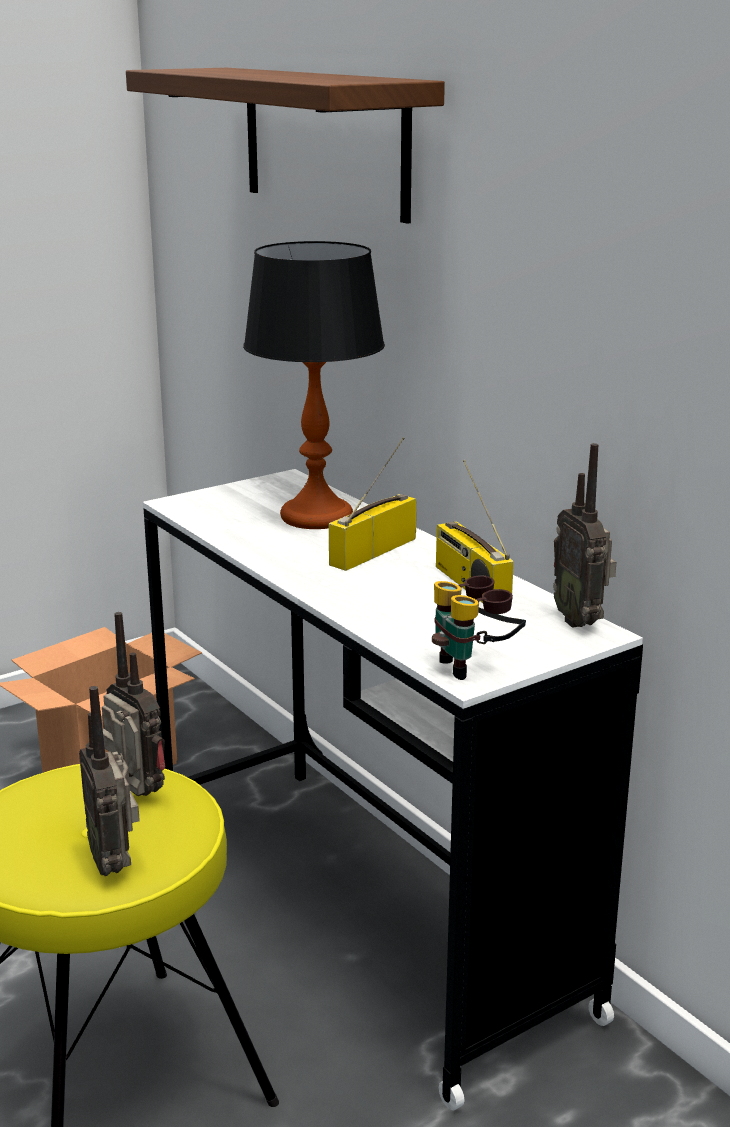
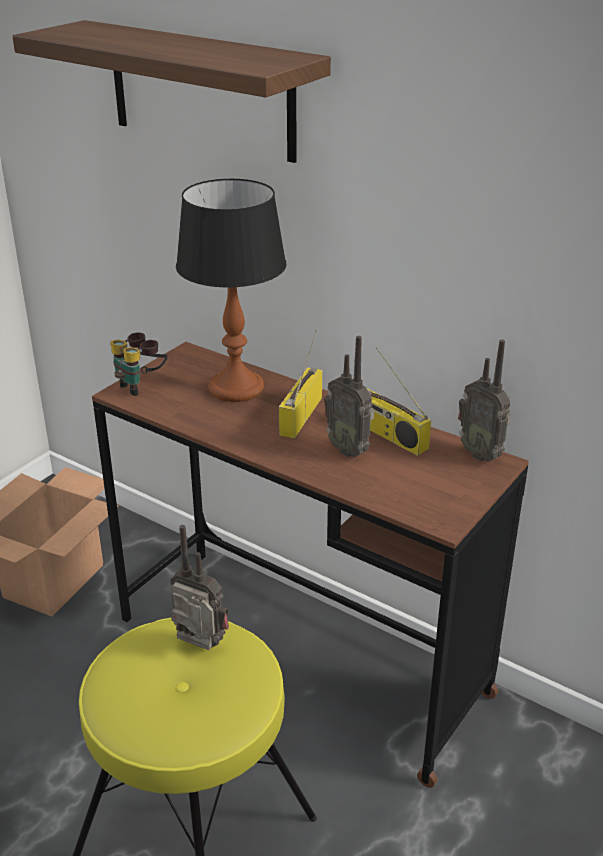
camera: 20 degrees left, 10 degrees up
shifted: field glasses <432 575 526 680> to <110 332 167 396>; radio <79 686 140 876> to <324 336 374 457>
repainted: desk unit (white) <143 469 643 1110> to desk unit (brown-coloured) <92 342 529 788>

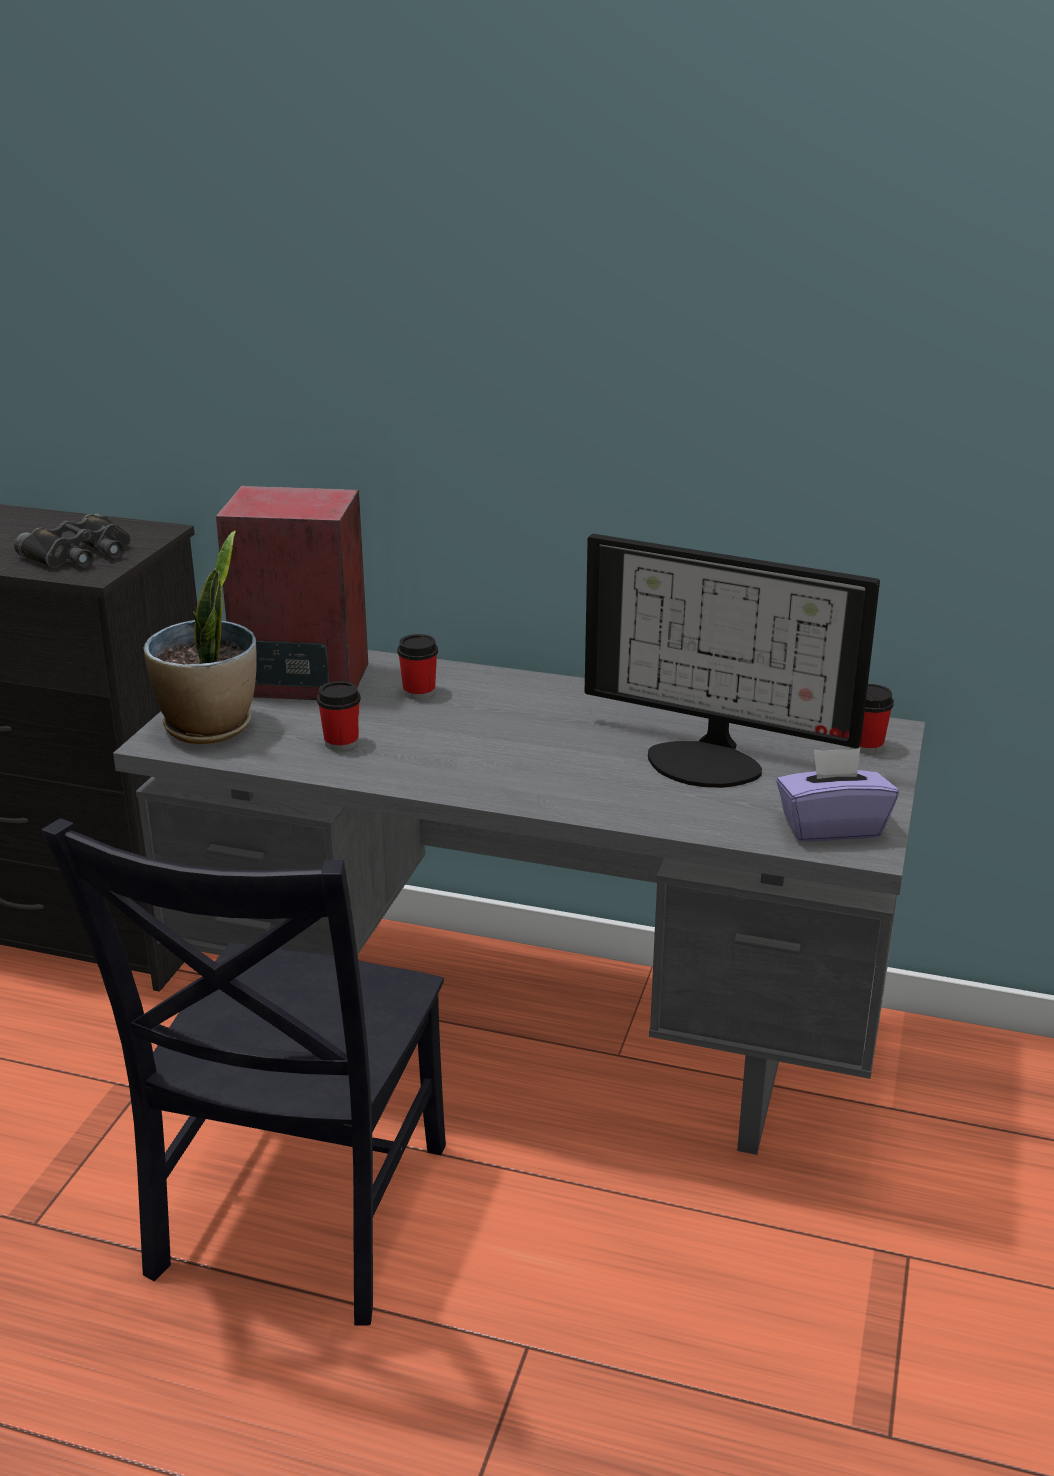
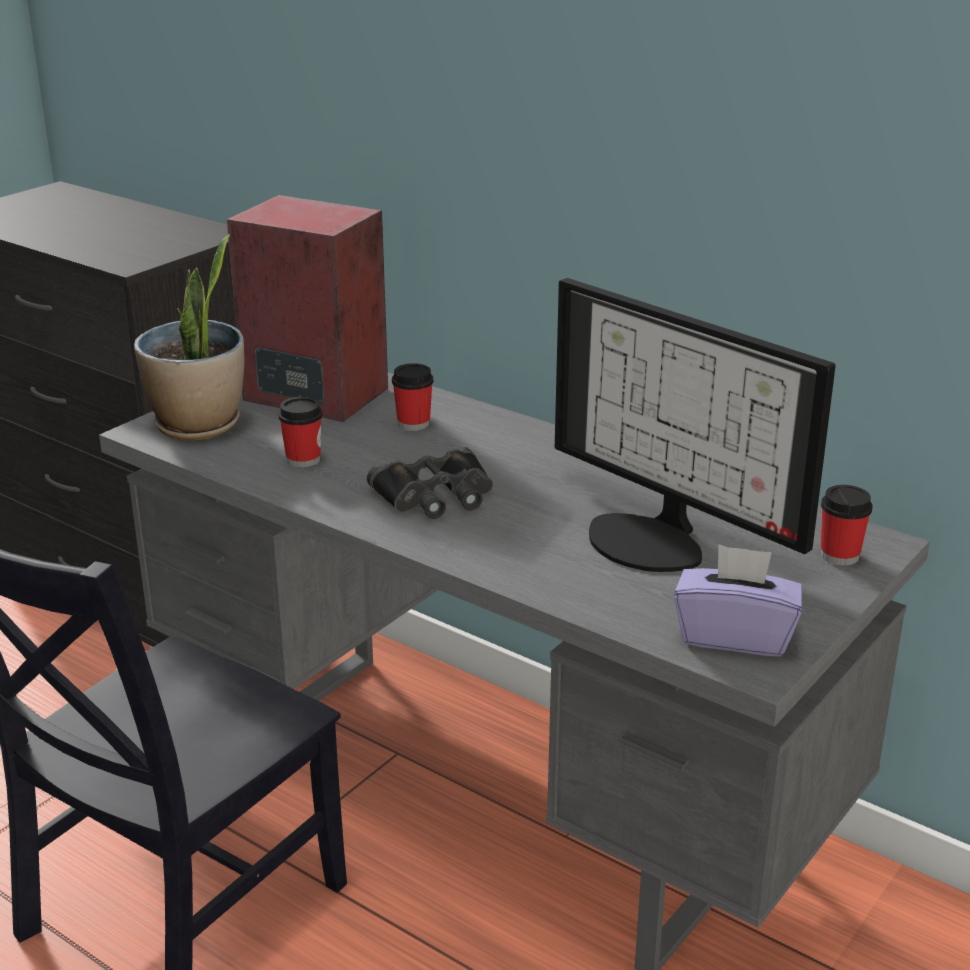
camera: 20 degrees right, 0 degrees up
shifted: field glasses (black-coloured) <14 513 131 569> to <367 447 493 519>

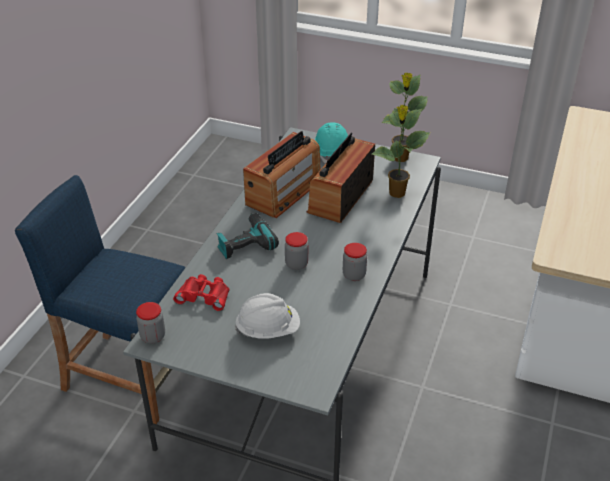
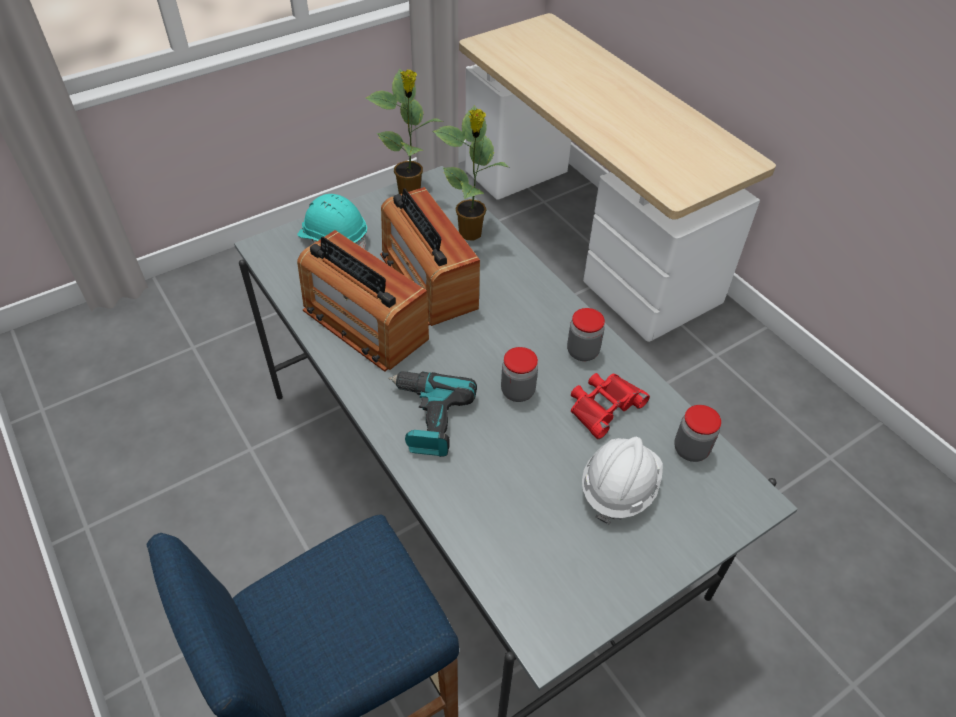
camera: 55 degrees left, 10 degrees up
shifted: field glasses (reddish) <173 274 230 311> to <571 373 650 439>; preserve jar <136 302 165 343> to <674 405 721 462>
rotated: radio <243 131 321 218> = <297 230 429 372> 150 degrees clockwise

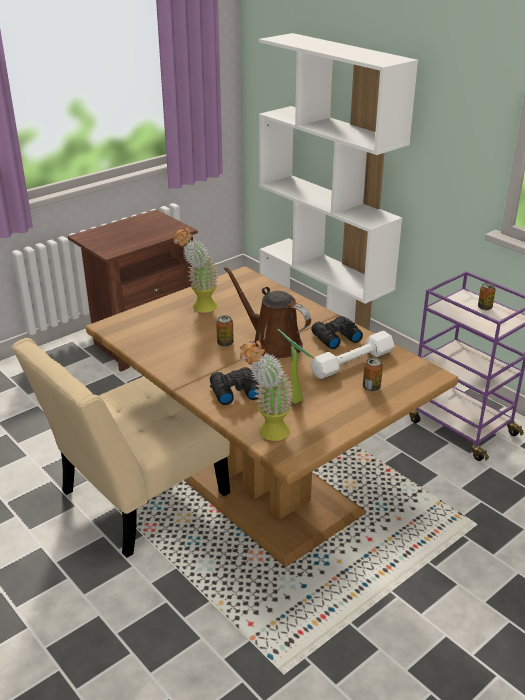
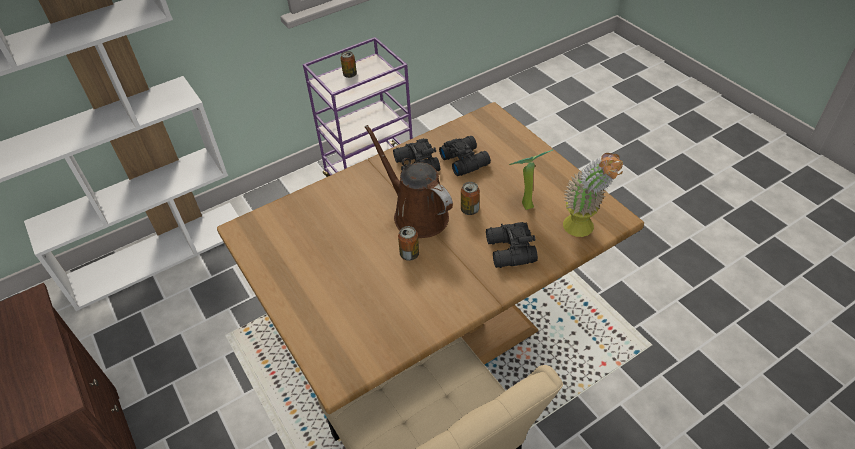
camera: 80 degrees left, 15 degrees up
gone: potted plant <174 228 219 313>
shifted: can <363 357 383 391> to <461 182 480 215>
swapped: free weight (white) <310 331 394 379> to field glasses (black-coloured) <439 136 491 176>
rotated: sprinkling can (brown-coloured) <224 266 311 358> = <365 125 453 238> 90 degrees clockwise

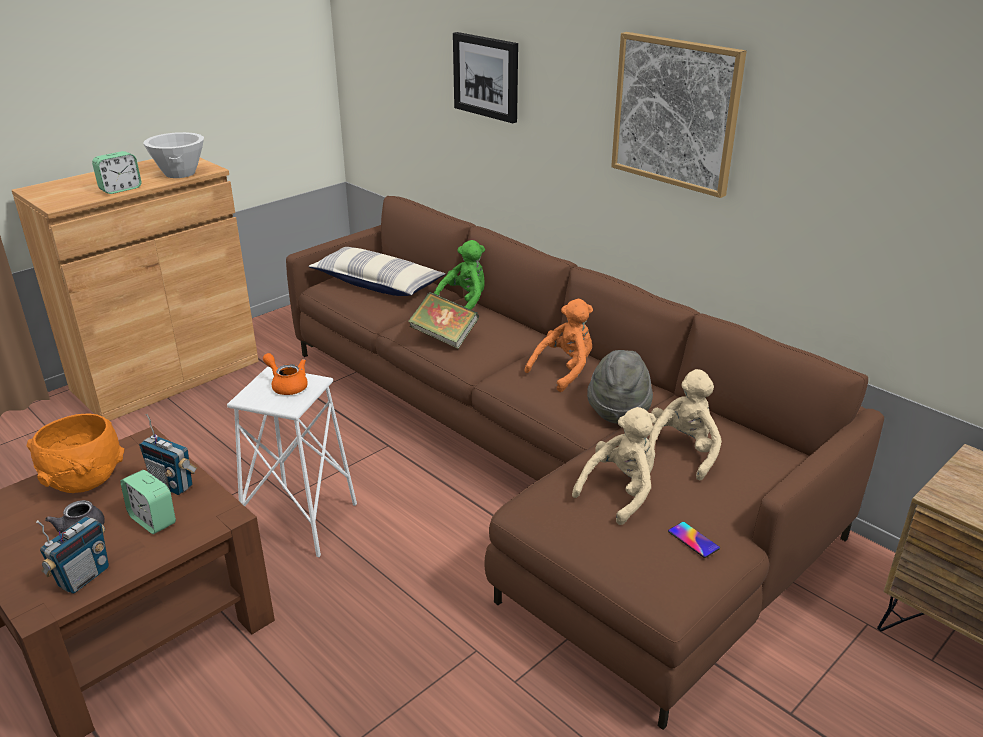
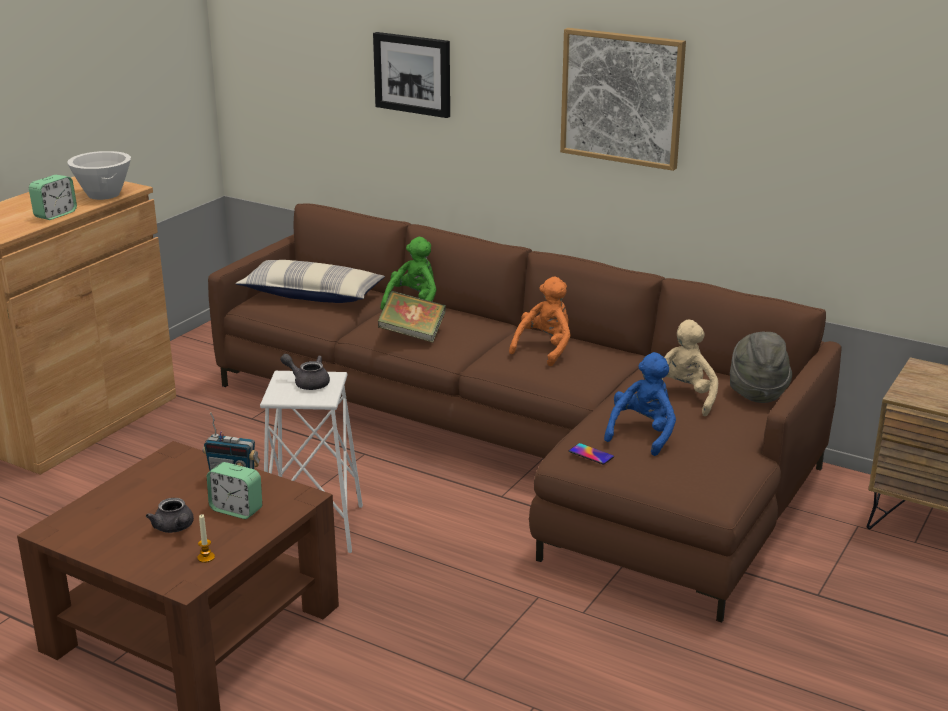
camera: 15 degrees left, 5 degrees down
gone: bowl (orange) <27 413 125 493>
shifted: telephone <668 522 720 558> to <569 443 614 465>; hat (grey) <587 350 653 424> to <730 332 792 403>
swapped: radio <36 516 109 594> to candle <197 514 215 563>
repainted: tea pot (orange) <263 353 308 395> to tea pot (grey) <280 354 330 390>; soft toy (sand-coloured) <572 407 656 525> to soft toy (bluish) <604 352 676 456>

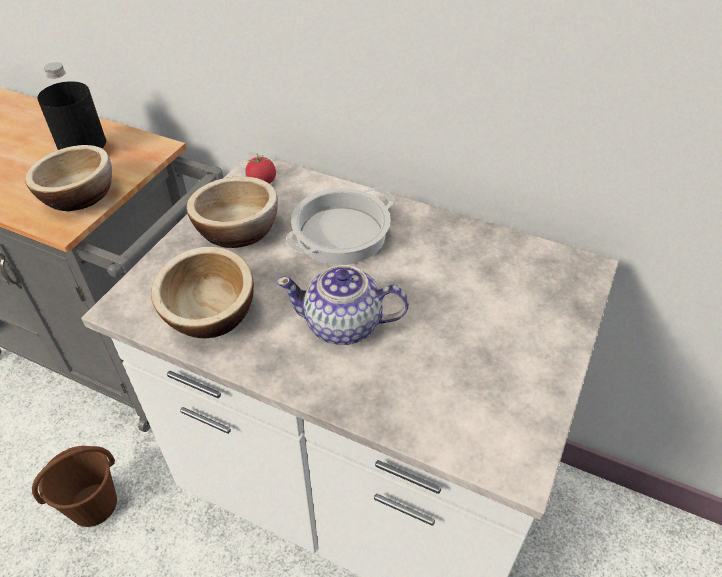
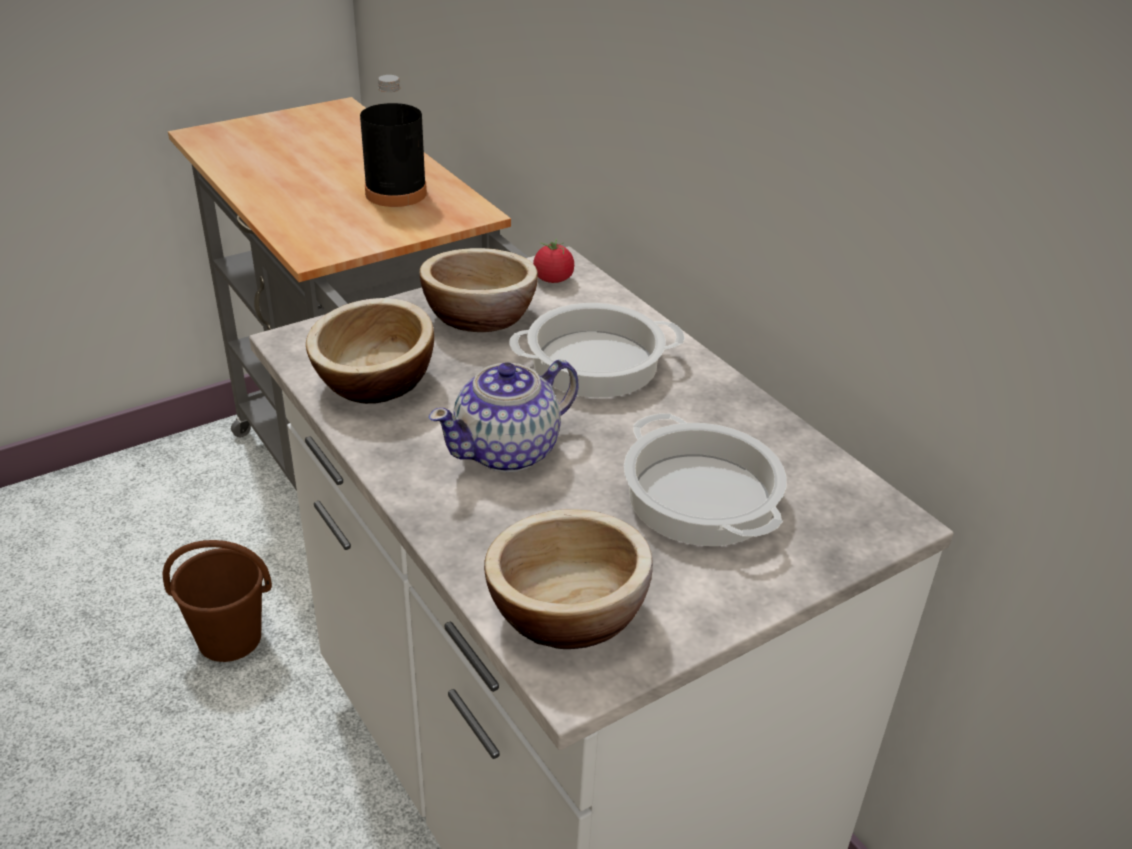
camera: 30 degrees right, 10 degrees down
new: cooking pot <624 413 787 546>
shifted: bowl <25 145 112 211> to <484 509 653 649>
rotated: tea pot <276 265 409 345> = <429 360 579 473> 75 degrees counterclockwise

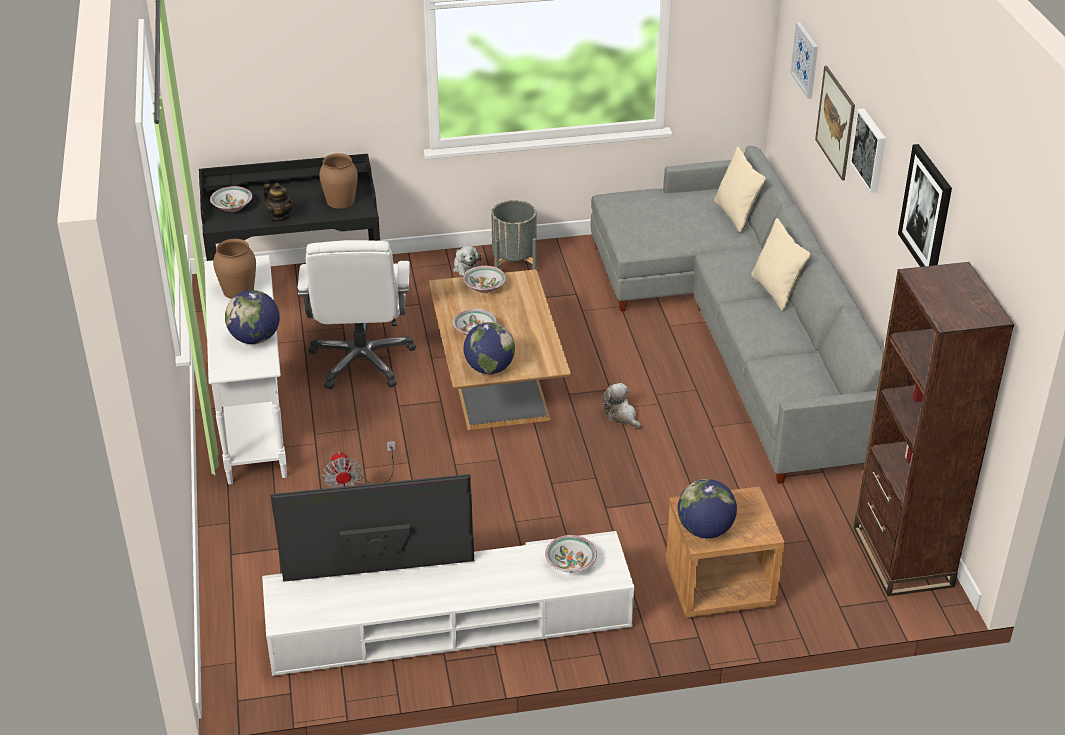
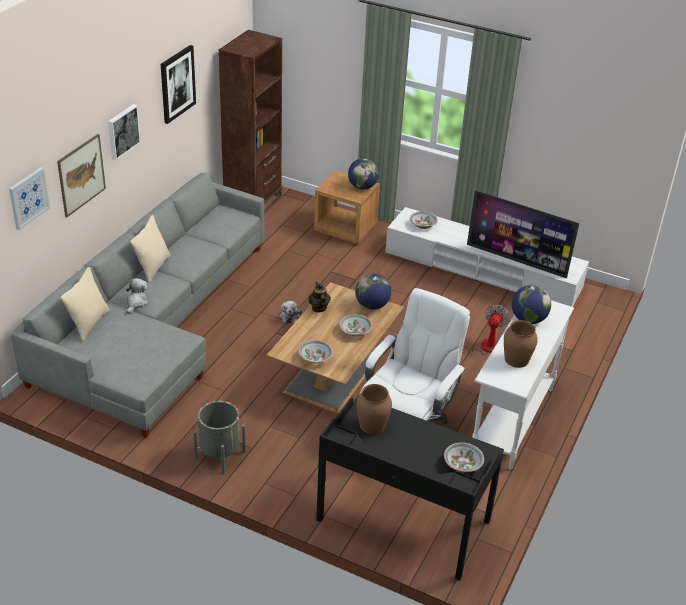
camera: 145 degrees left, 0 degrees up
shifted: soft toy <453 246 482 276> to <126 278 148 314>; tea pot <263 183 293 221> to <308 282 331 313>

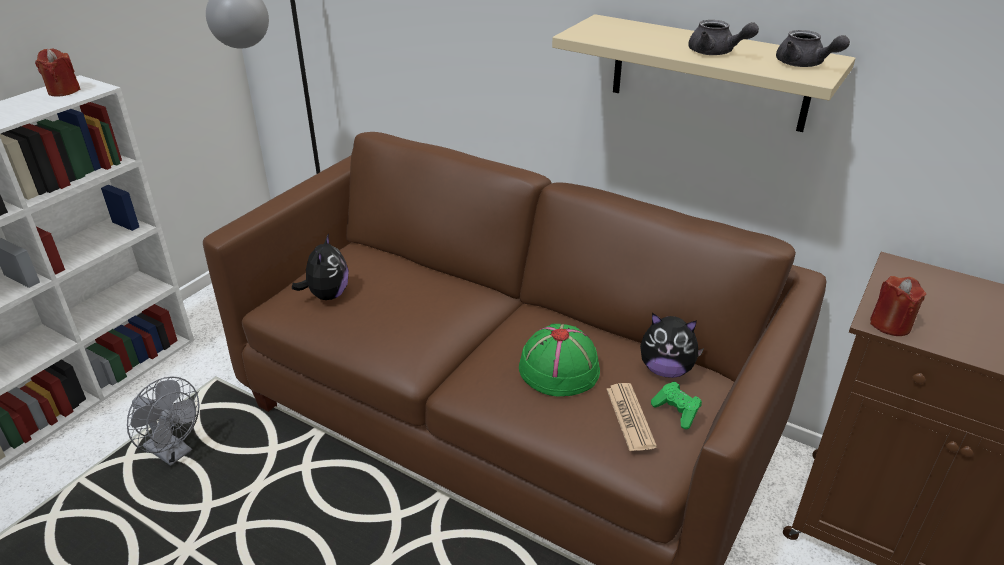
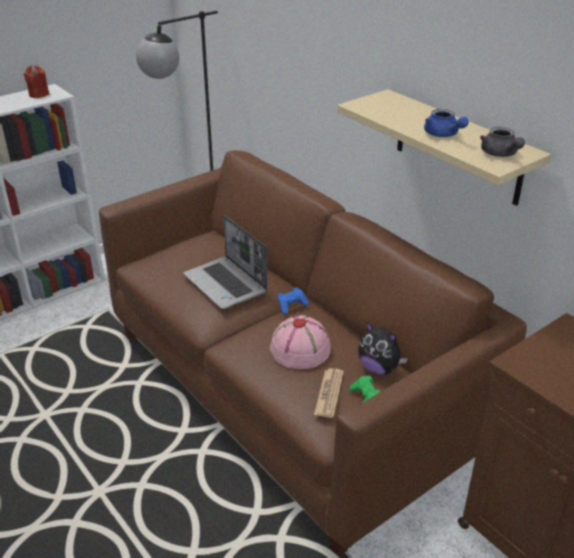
camera: 20 degrees right, 0 degrees up
gone: cooling fan (grey) <127 376 200 466>; soft toy <292 233 349 300>; candle (reddish) <870 276 927 336>
new: notebook computer <183 215 268 309>; game controller (bluish) <277 287 309 314>
repainted: hat (green) <519 324 600 397> to hat (pinkish) <270 315 331 369>; tea pot (grey) <688 20 759 55> to tea pot (bluish) <424 109 469 137>

